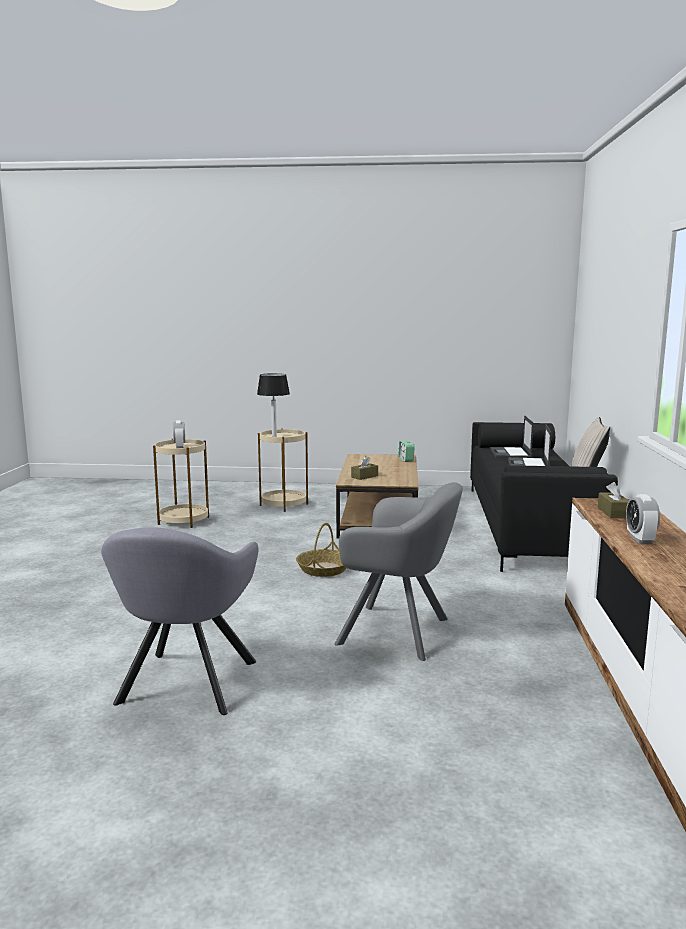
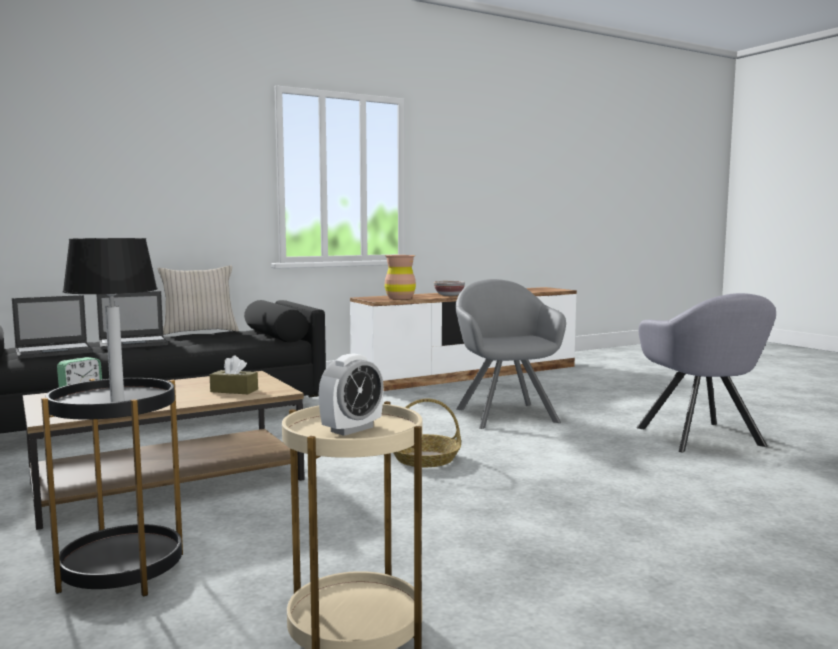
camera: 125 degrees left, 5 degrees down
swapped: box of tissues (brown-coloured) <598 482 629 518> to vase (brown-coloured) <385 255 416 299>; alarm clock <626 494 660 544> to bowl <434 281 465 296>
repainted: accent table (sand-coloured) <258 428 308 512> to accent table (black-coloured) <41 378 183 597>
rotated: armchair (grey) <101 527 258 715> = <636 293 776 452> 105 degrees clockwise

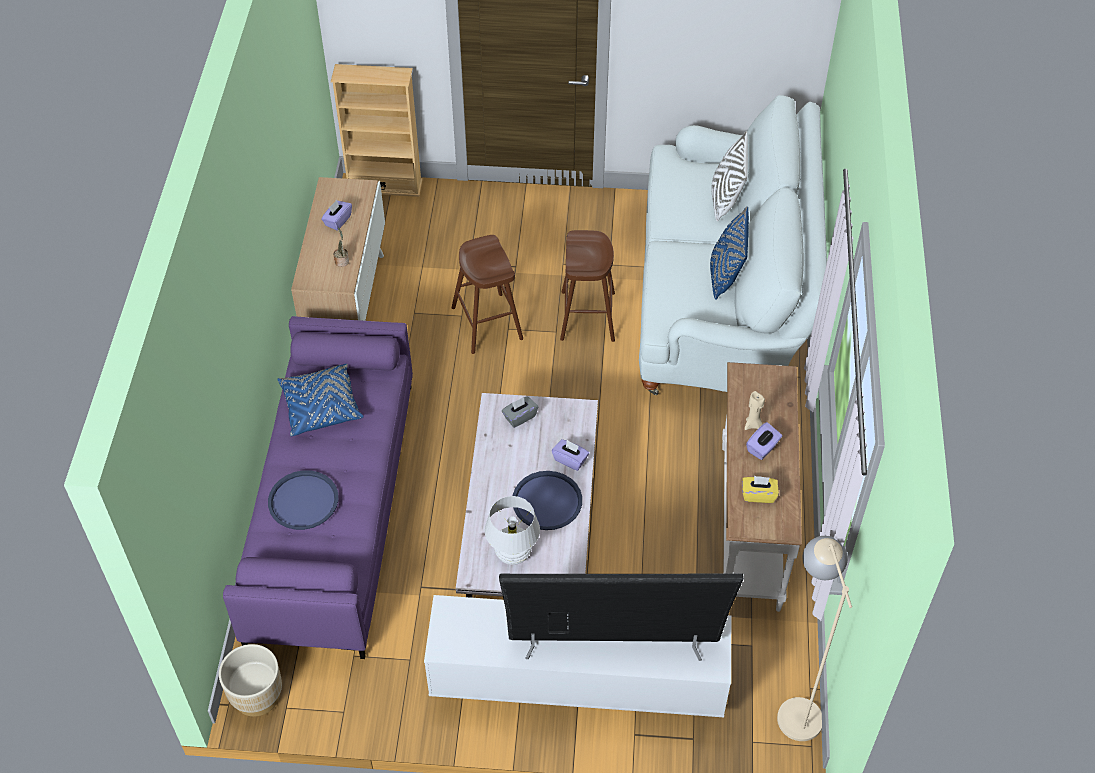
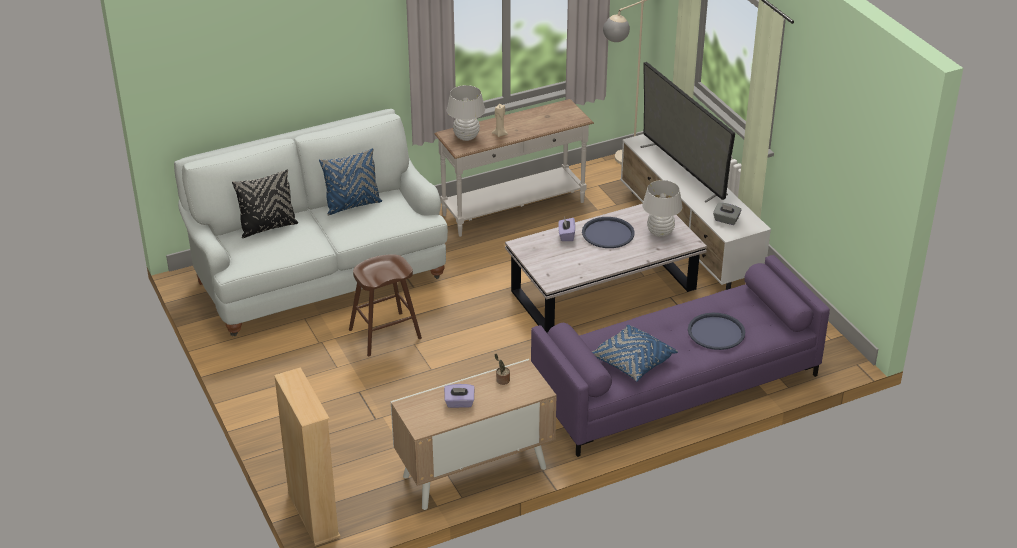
camera: 120 degrees left, 15 degrees down
gone: plant pot (sand-coloured) <219 644 282 717>; stool (brown-coloured) <451 235 523 354>; box of tissues (yellowish) <743 476 779 503>; box of tissues (purple-coloured) <746 422 782 460>
new: lamp for a table (white) <447 85 485 141>
shifted: box of tissues (grey) <502 396 538 428> to <713 203 742 225>
repainted: pillow (white) <711 131 748 221> to pillow (black-coloured) <232 169 298 238>

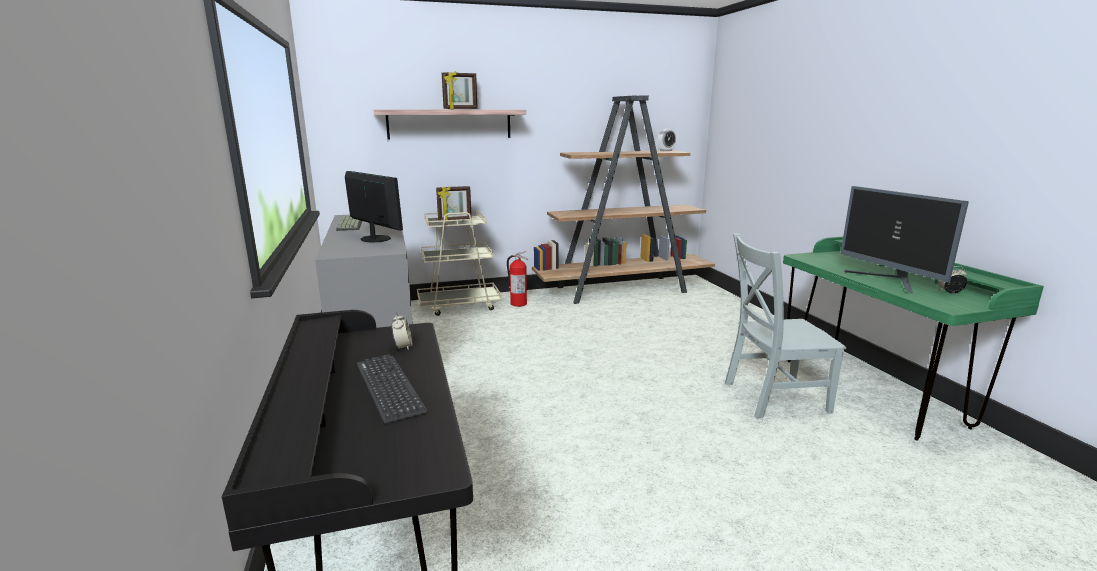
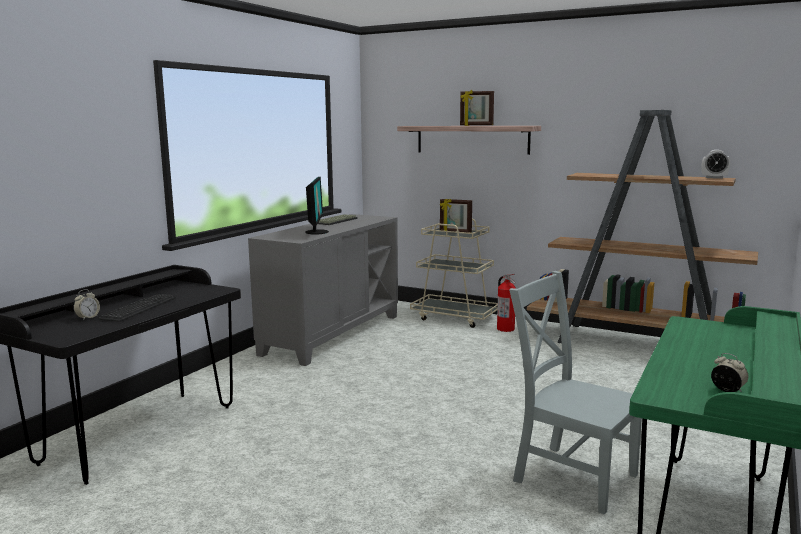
camera: 45 degrees right, 5 degrees down
gone: computer display <840 186 969 294>
shifted: alarm clock <391 312 413 351> to <74 290 100 321>

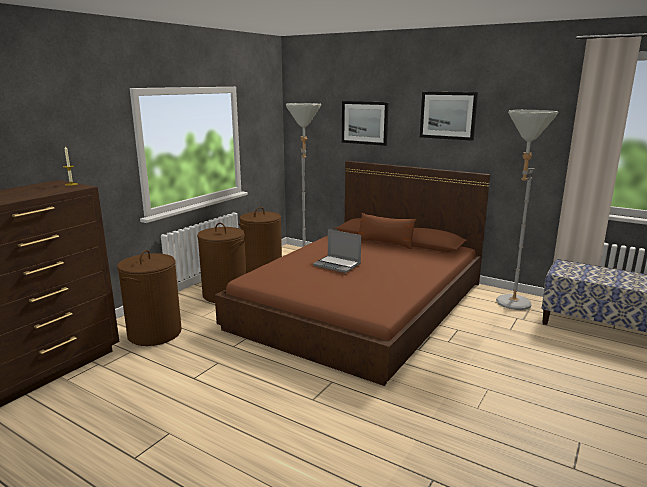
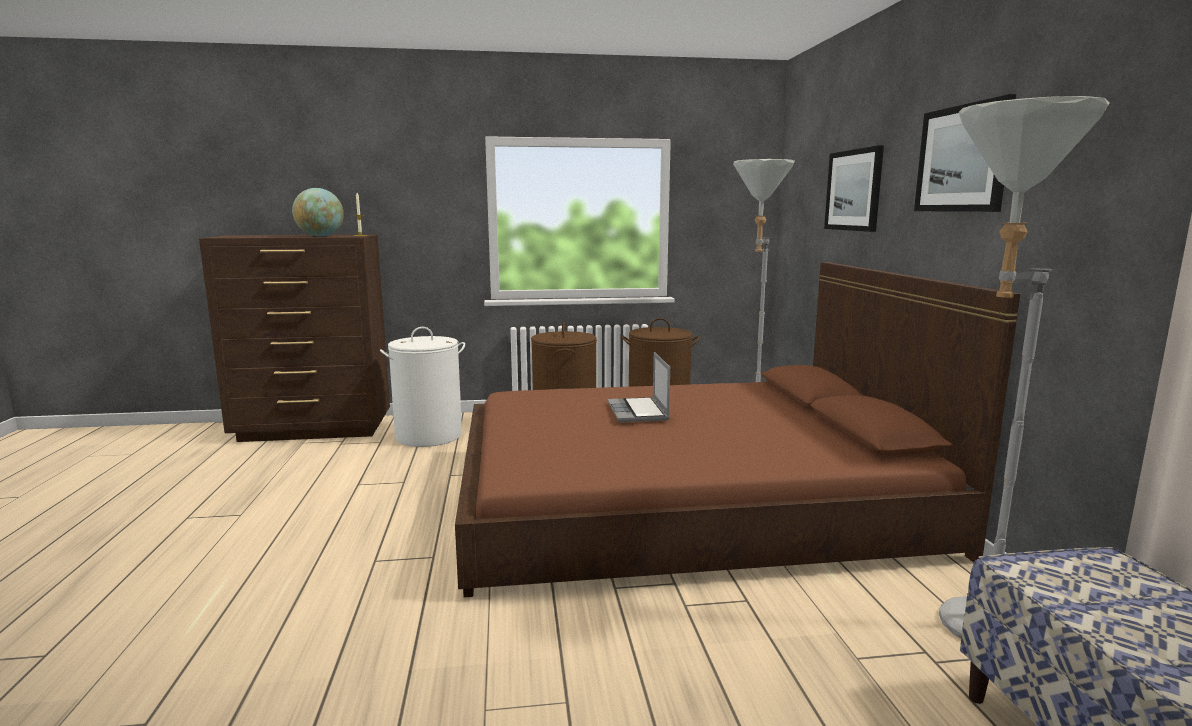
camera: 50 degrees right, 5 degrees down
gone: pillow (brown-coloured) <358 213 417 249>
new: world globe <292 188 344 236>
repainted: laundry basket (brown-coloured) <117 250 182 346> to laundry basket (white) <380 327 465 447>

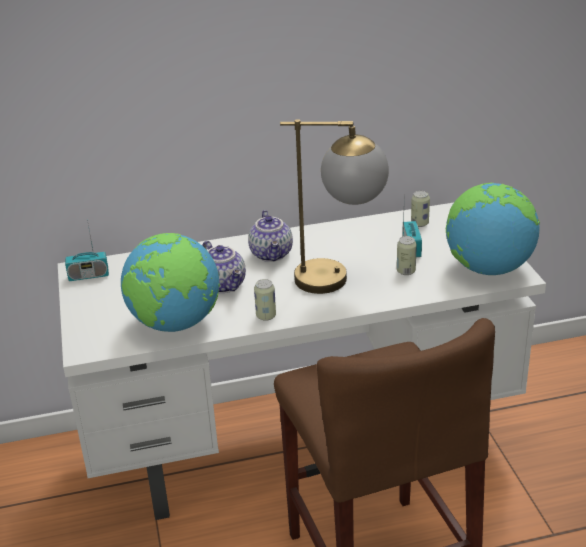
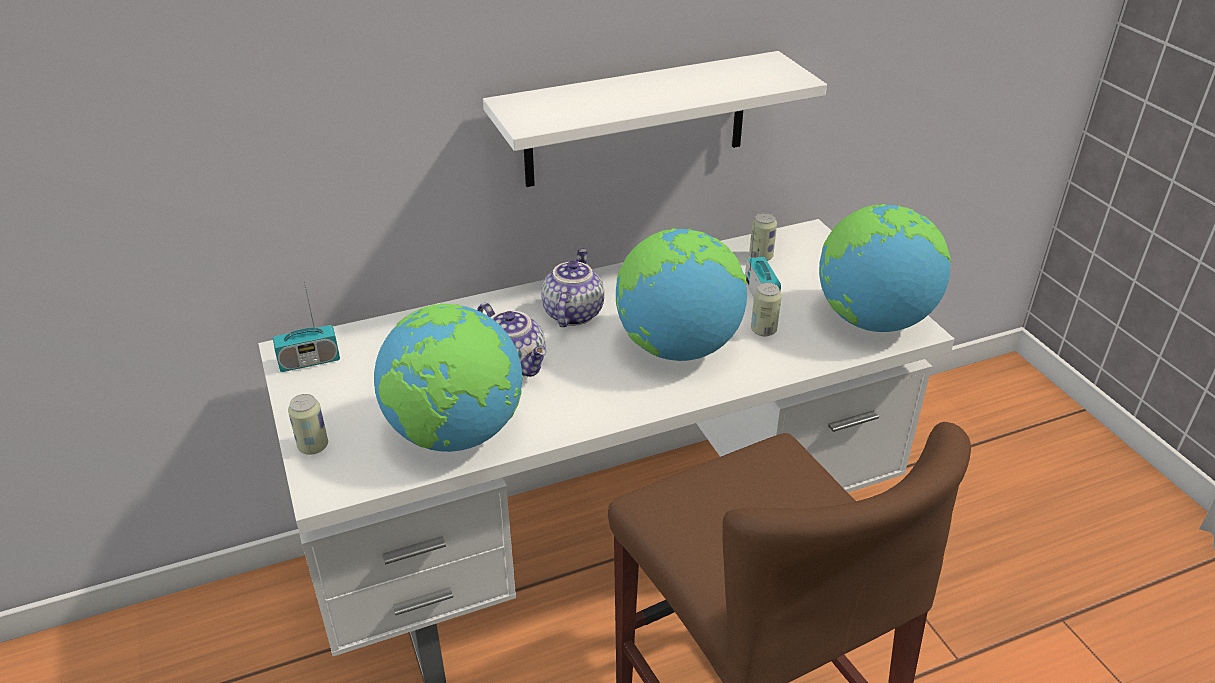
camera: 10 degrees left, 5 degrees up
new: wall shelf (white) <483 51 827 187>
shifted: can <254 279 276 321> to <288 394 328 455>
swapped: lamp for a table <280 119 389 294> to world globe <616 228 747 361>
rotated: tea pot <248 210 293 262> = <541 249 604 327> 150 degrees counterclockwise

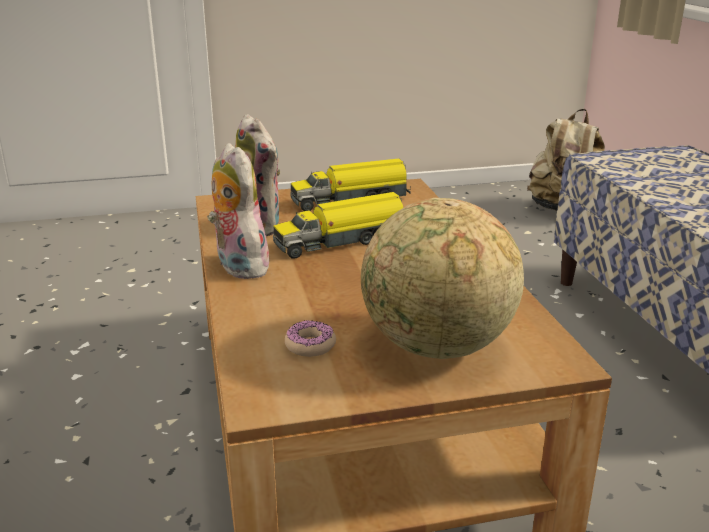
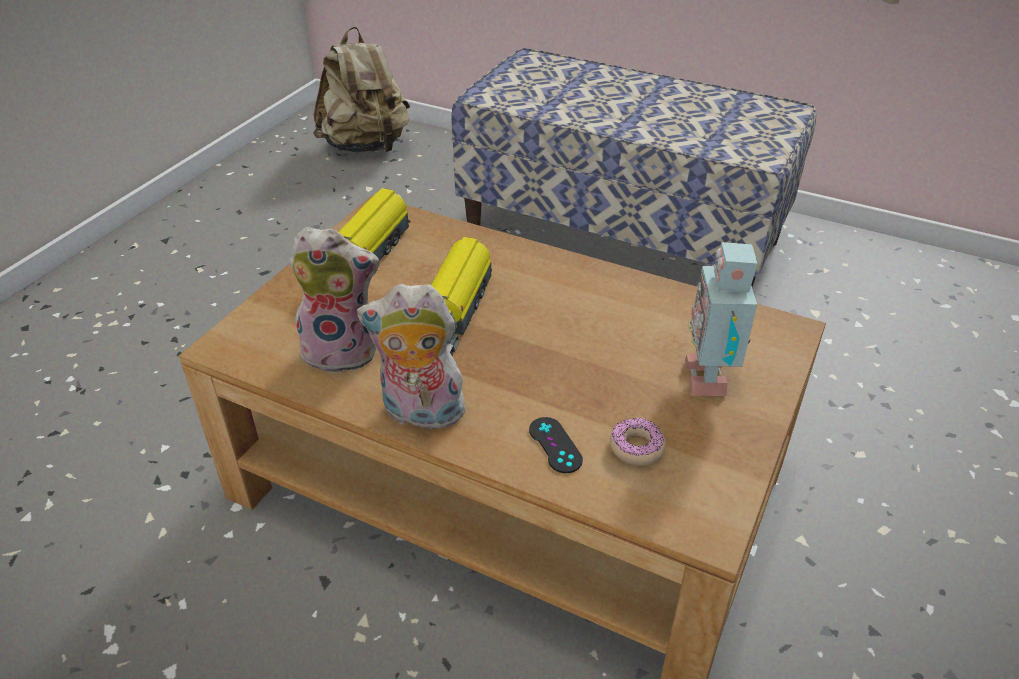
camera: 50 degrees left, 15 degrees up
new: game controller (black-coloured) <529 417 583 473>
swapped: world globe <361 198 524 359> to toy robot <685 242 758 396>

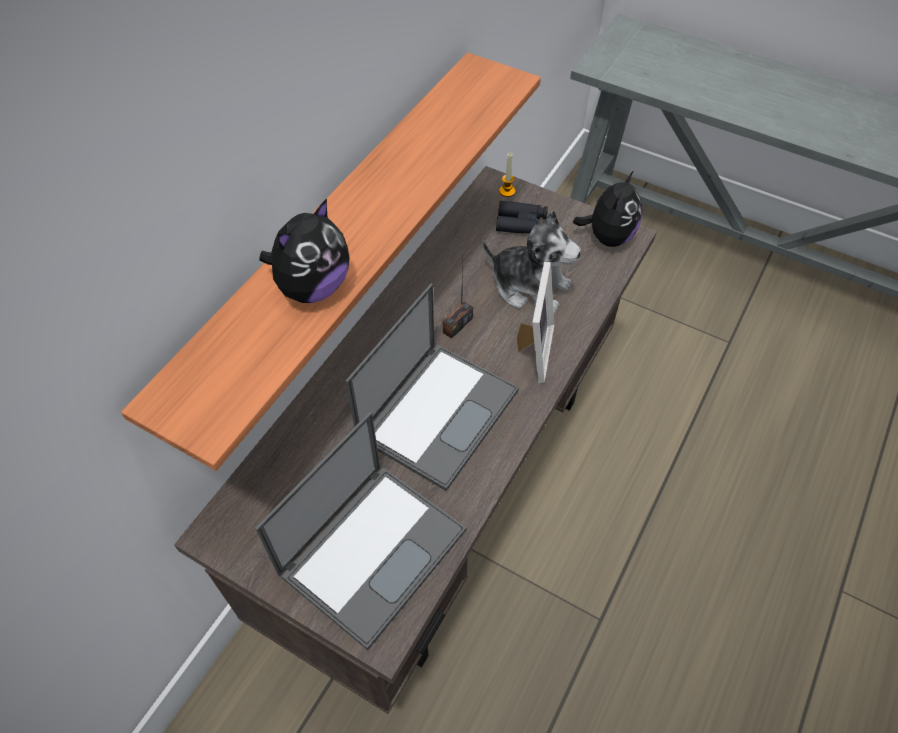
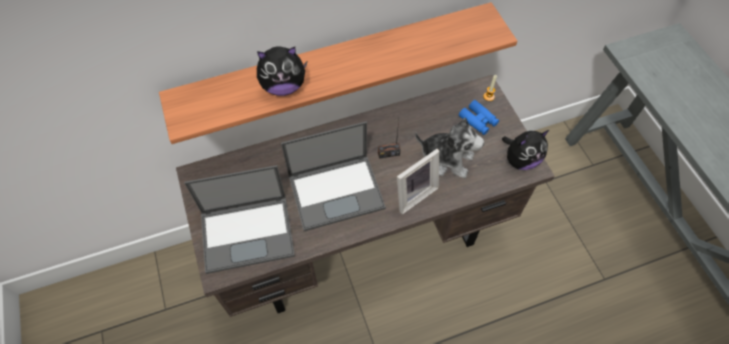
camera: 40 degrees right, 5 degrees up
repainted: field glasses (black-coloured) <496 201 548 234> to field glasses (bluish) <459 100 499 135>
rotated: soft toy <483 210 581 314> = <415 118 484 178> 45 degrees counterclockwise

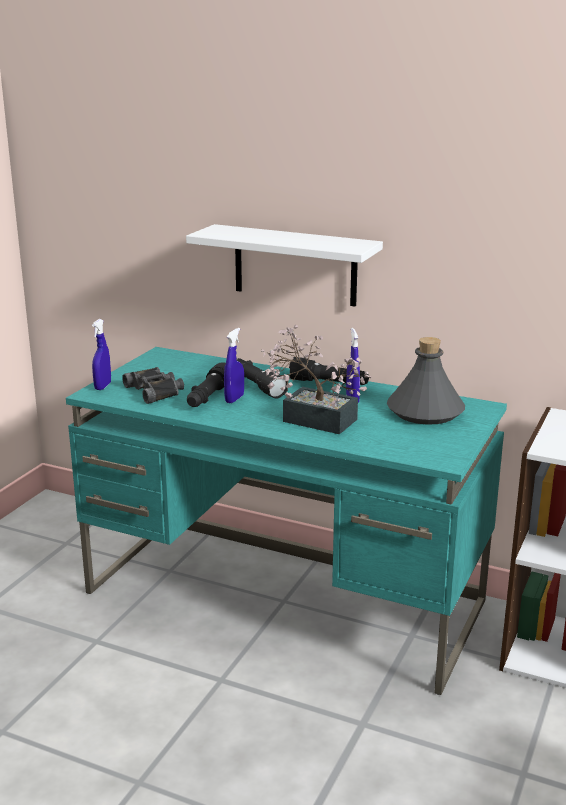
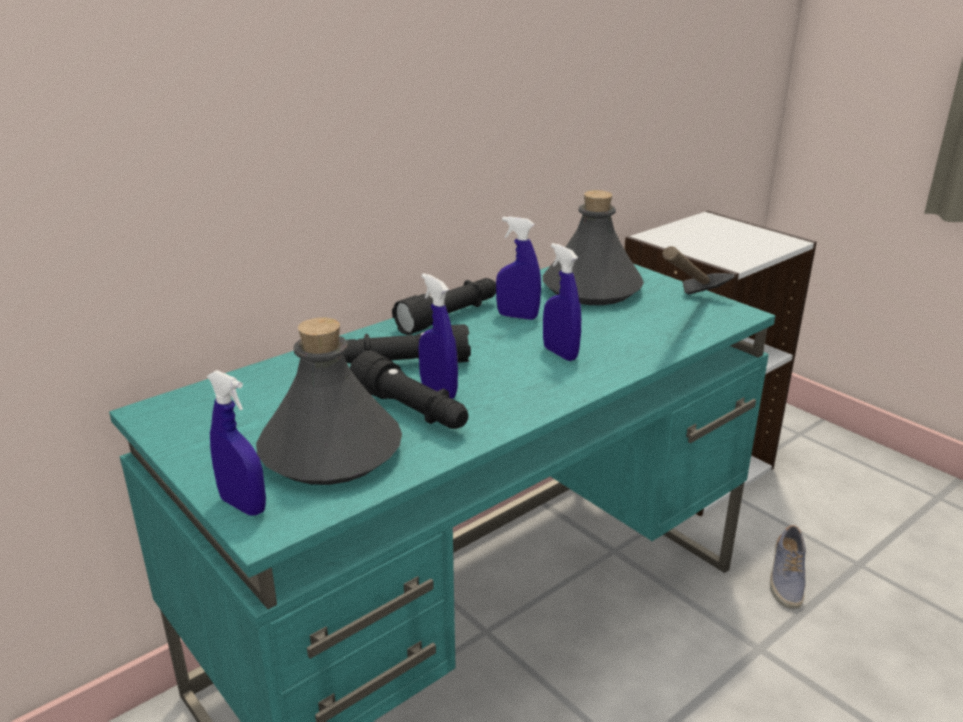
camera: 65 degrees left, 5 degrees up
gone: wall shelf (white) <186 224 383 307>
new: hammer <662 246 735 294>; low shoe <770 525 806 609>
swapped: field glasses (black-coloured) <122 367 184 404> to bottle (grey) <256 317 402 485>; potted plant <261 325 372 434> to sprayer (bluish) <543 243 581 361>

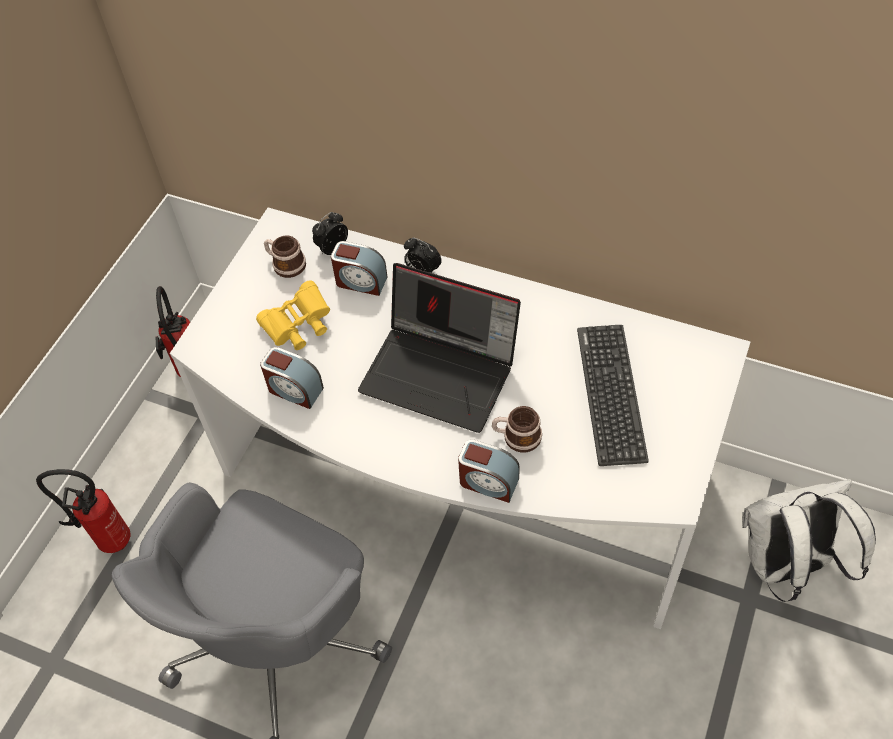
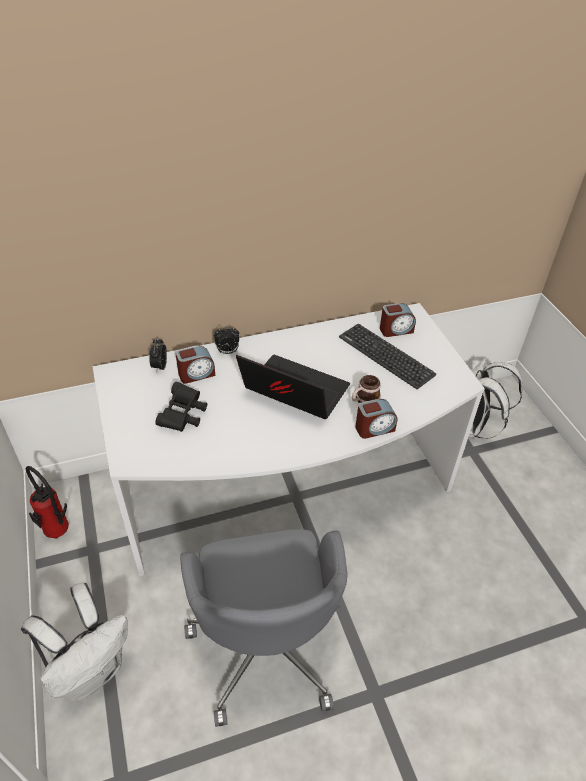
camera: 45 degrees left, 10 degrees down
gone: mug <264 236 306 278>
shifted: alarm clock <260 347 324 409> to <380 303 416 337>
swapped: fire extinguisher <36 469 130 553> to rucksack (white) <21 582 128 702>
repainted: field glasses (yellowish) <256 280 330 350> to field glasses (black-coloured) <155 382 207 432>
rotated: notebook computer <358 263 521 433> = <236 355 350 419> 135 degrees counterclockwise

